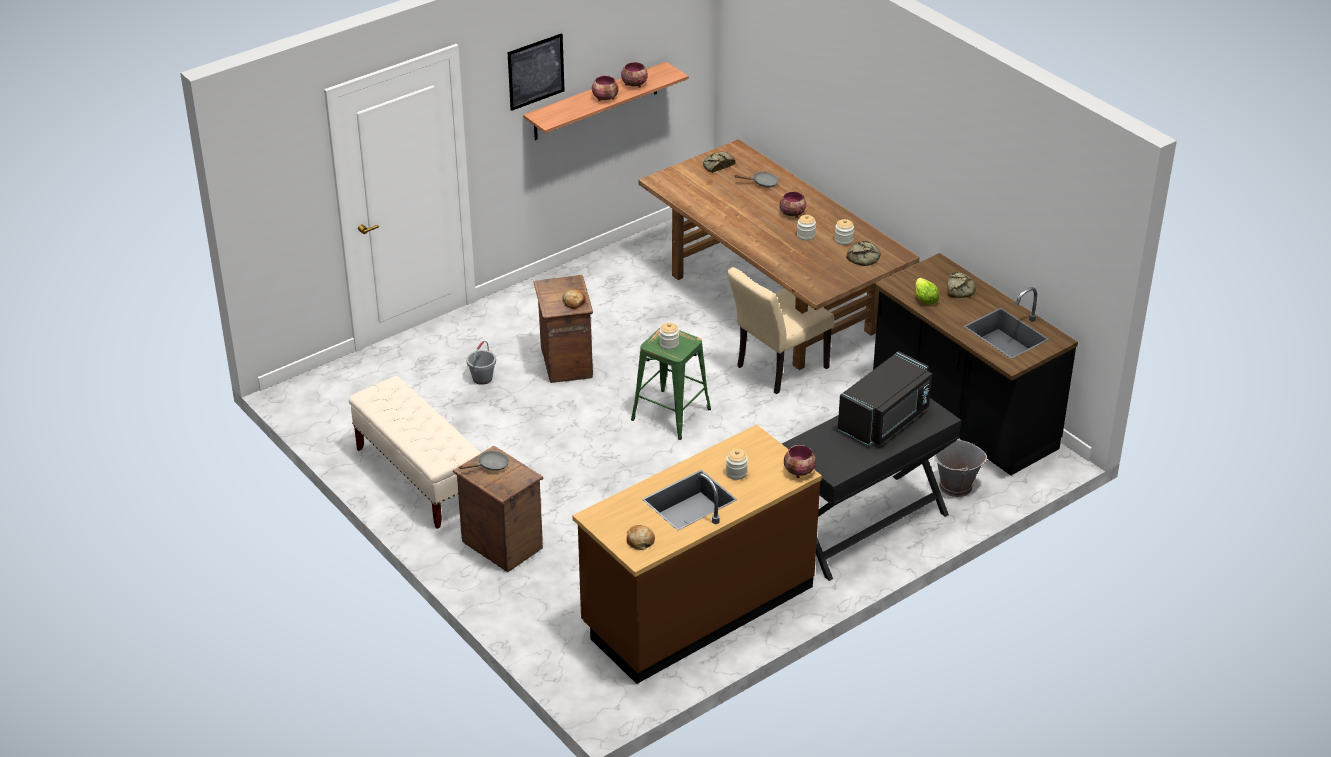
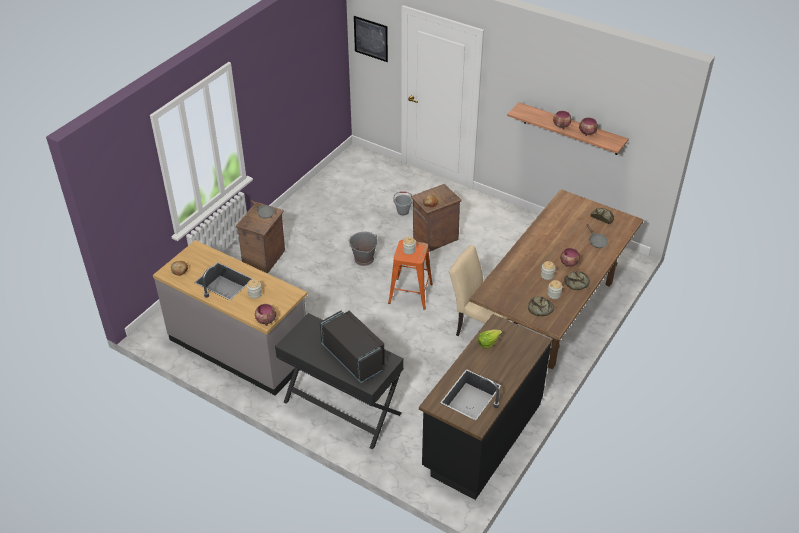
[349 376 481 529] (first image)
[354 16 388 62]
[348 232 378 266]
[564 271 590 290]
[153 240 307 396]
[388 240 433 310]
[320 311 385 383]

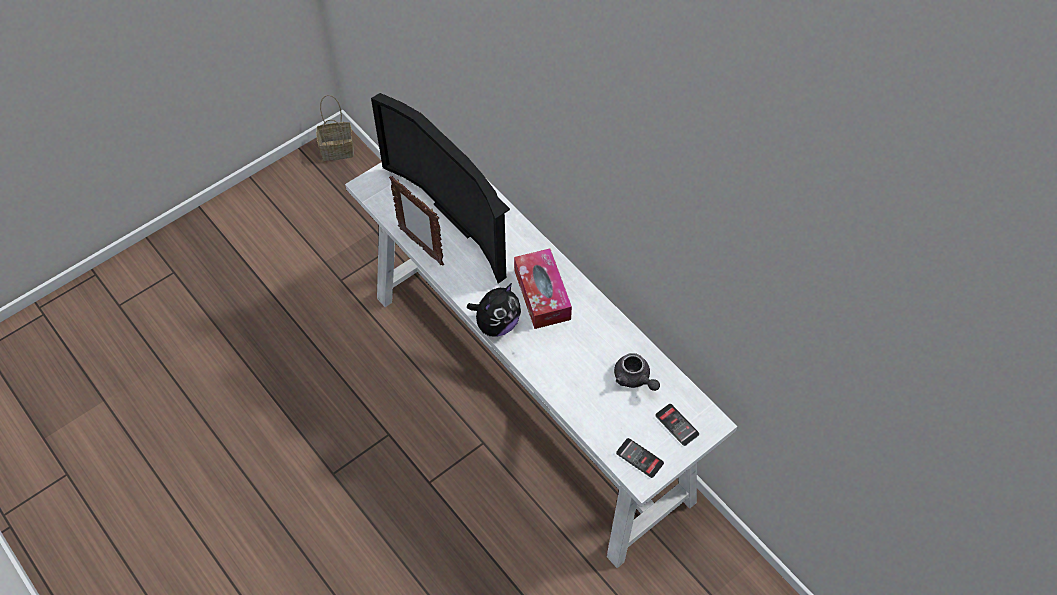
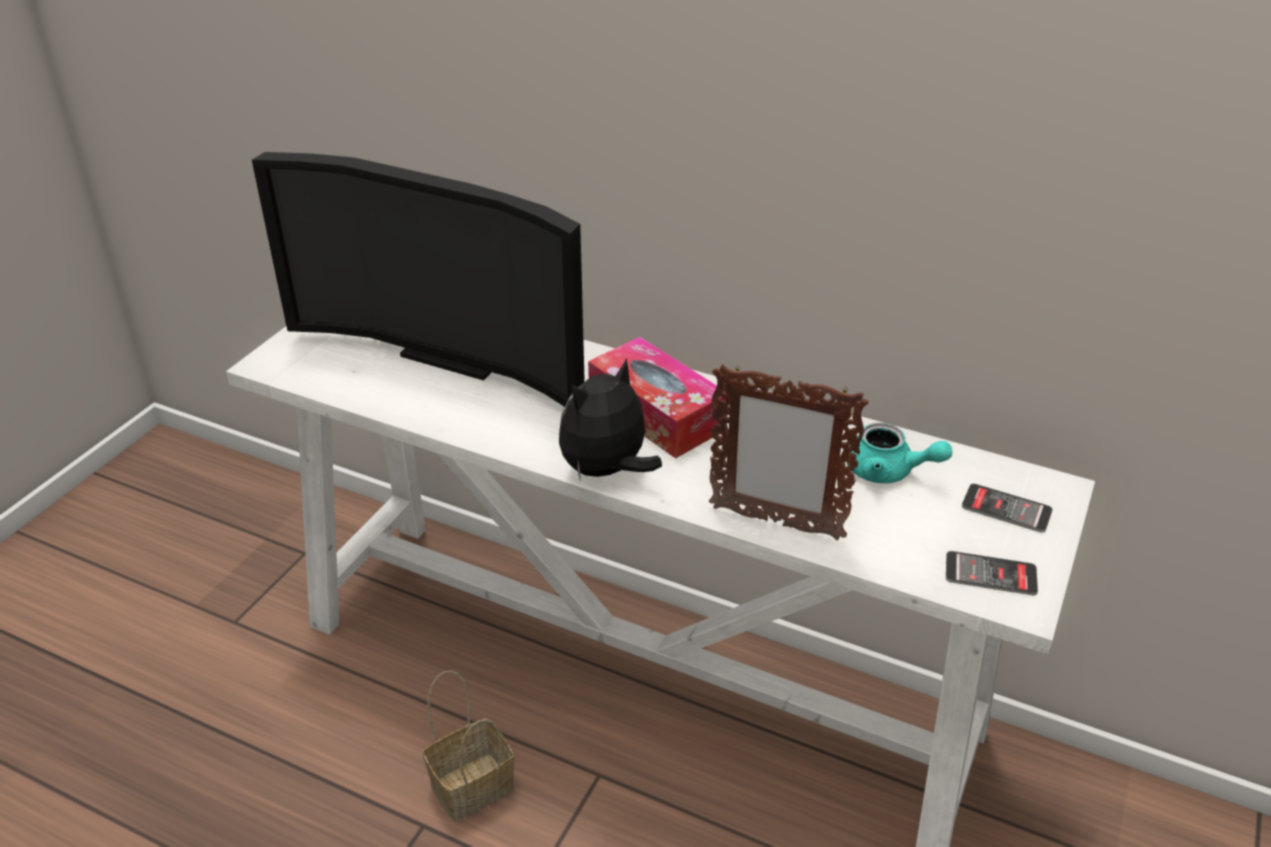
[423 670 514 822]
[709 364 869 540]
[847 423 952 483]
[559 358 662 478]

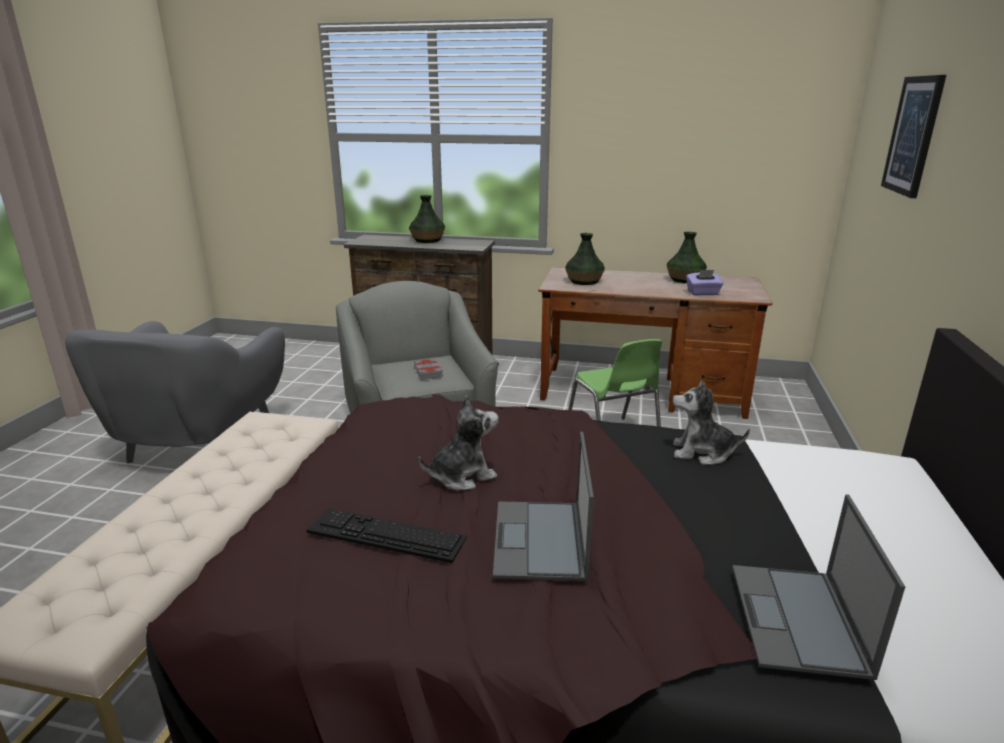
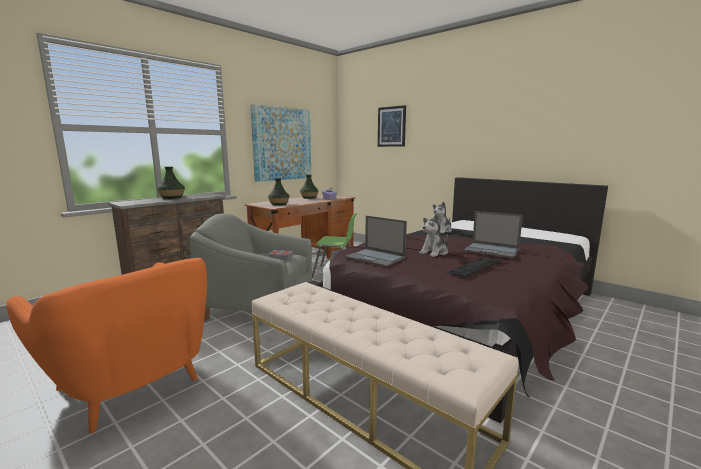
[250 104 311 182]
[345 216 407 267]
[6 258 207 433]
[419 214 448 257]

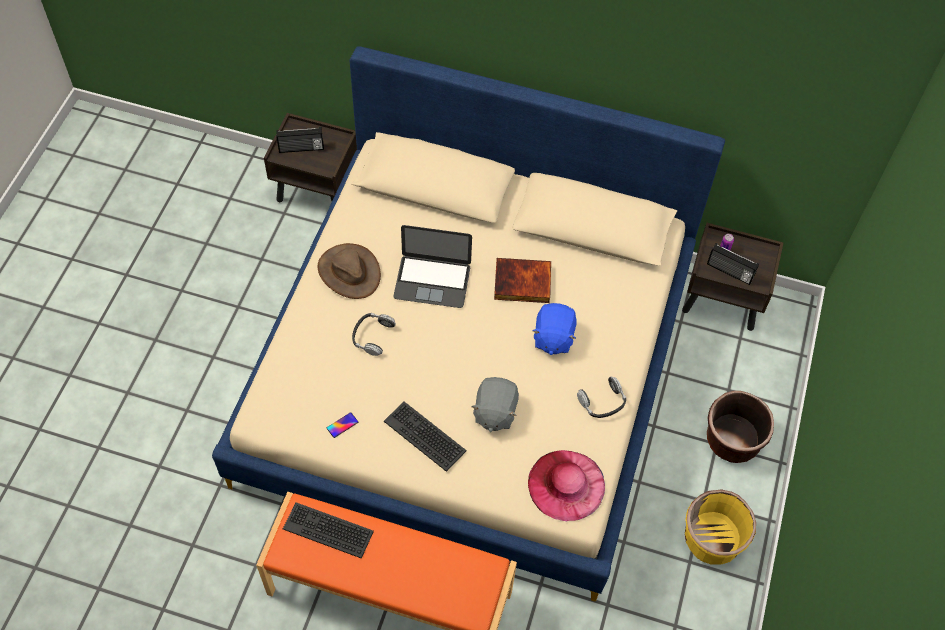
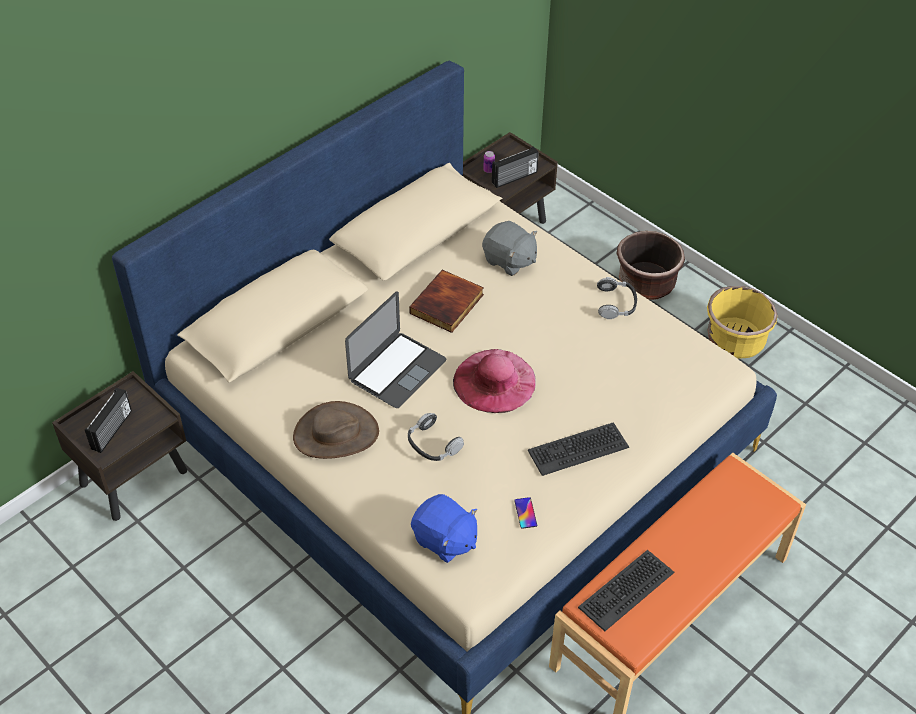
[482 221 537 276]
[453 349 536 413]
[411 494 477 563]

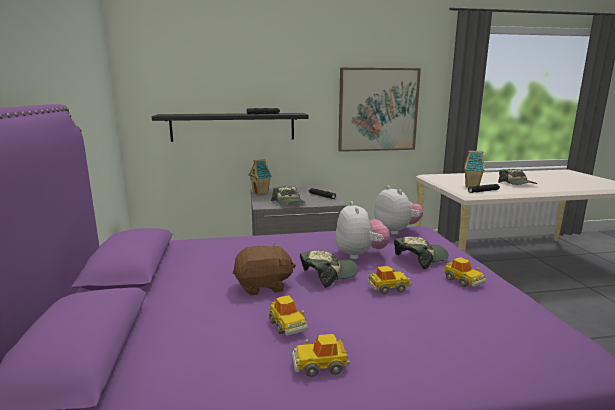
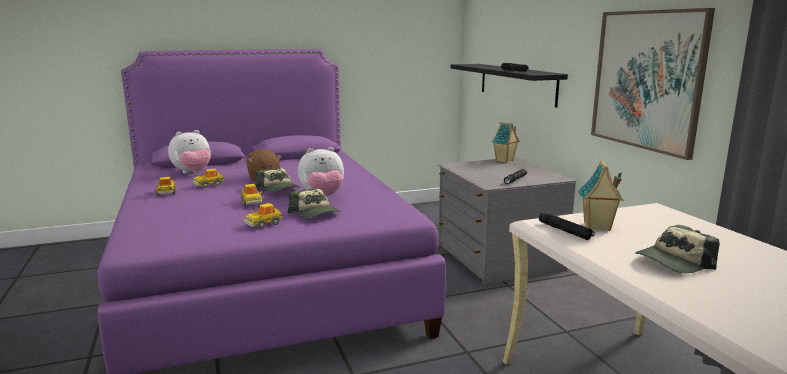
[271 186 305 204] (first image)
[168 130 211 174]

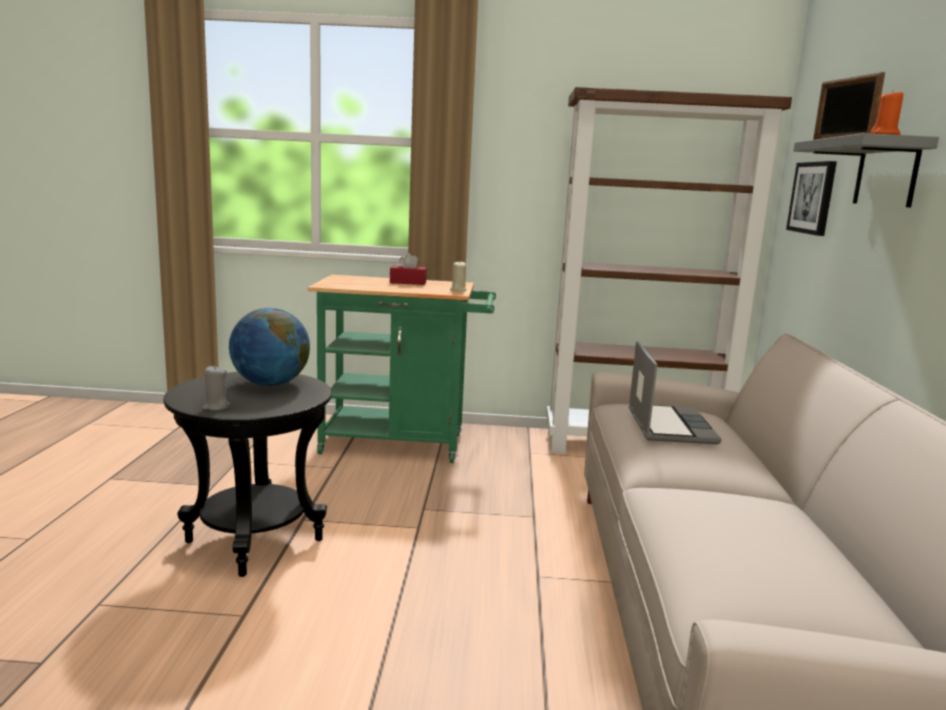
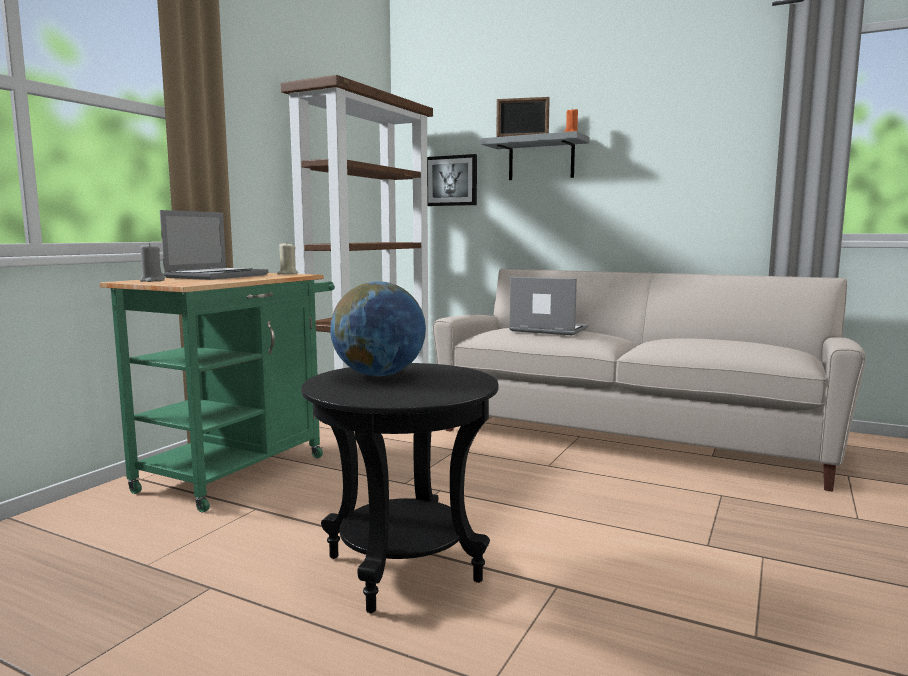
[140 243 165 282]
[160 210 268 280]

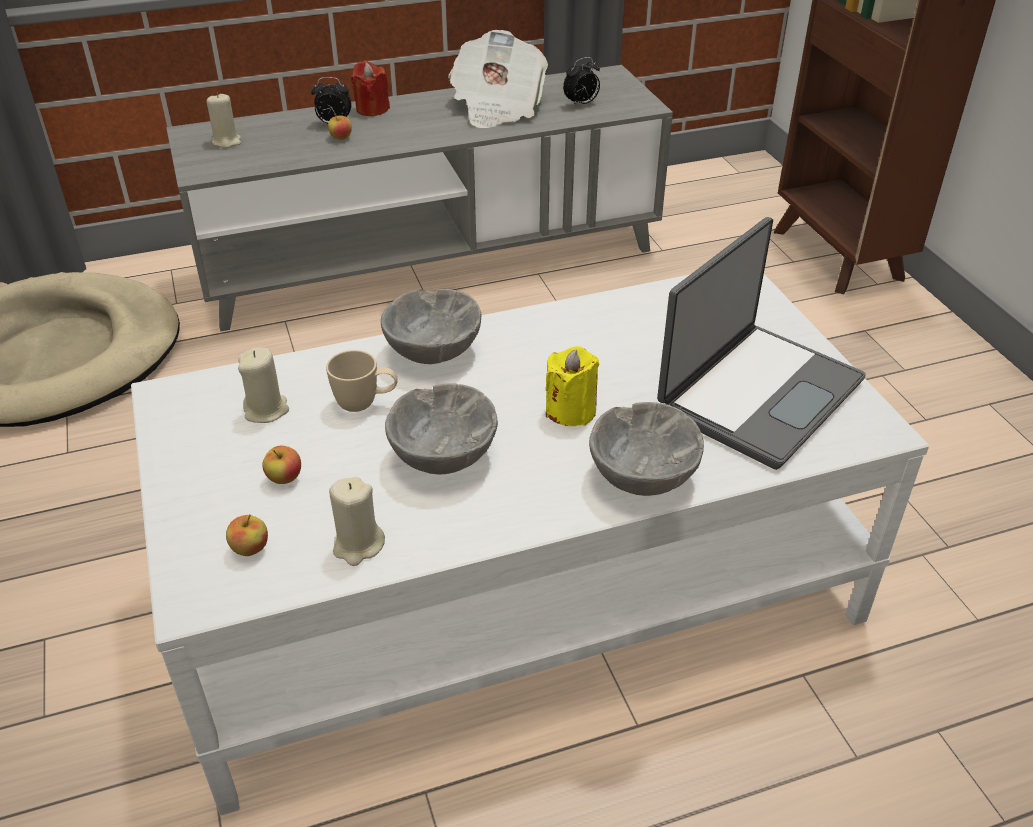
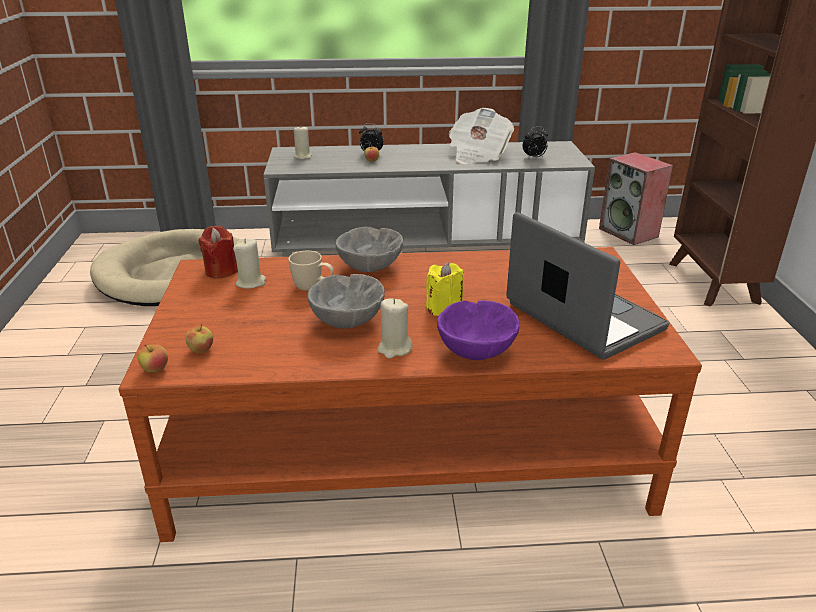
[599 152 673 245]
[138 344 168 372]
[377 298 413 359]
[198 226 238 279]
[119 247 702 542]
[437 300 519 360]
[506 212 669 360]

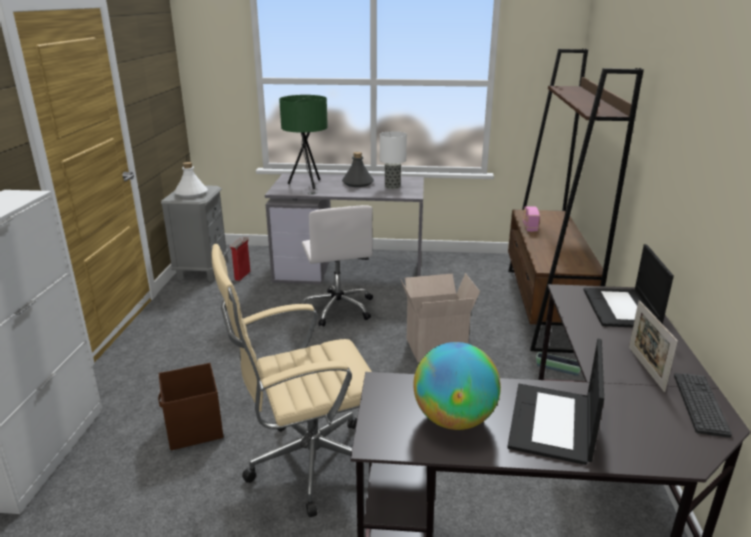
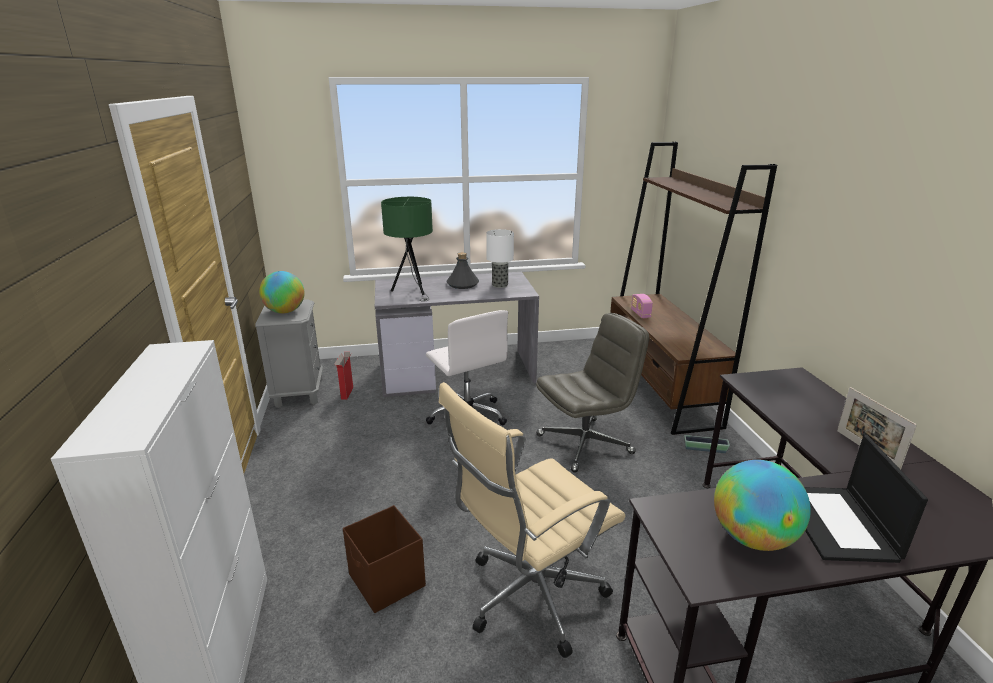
[584 244 674 327] (first image)
[674 373 732 438] (first image)
[259 271 304 314]
[536 313 649 473]

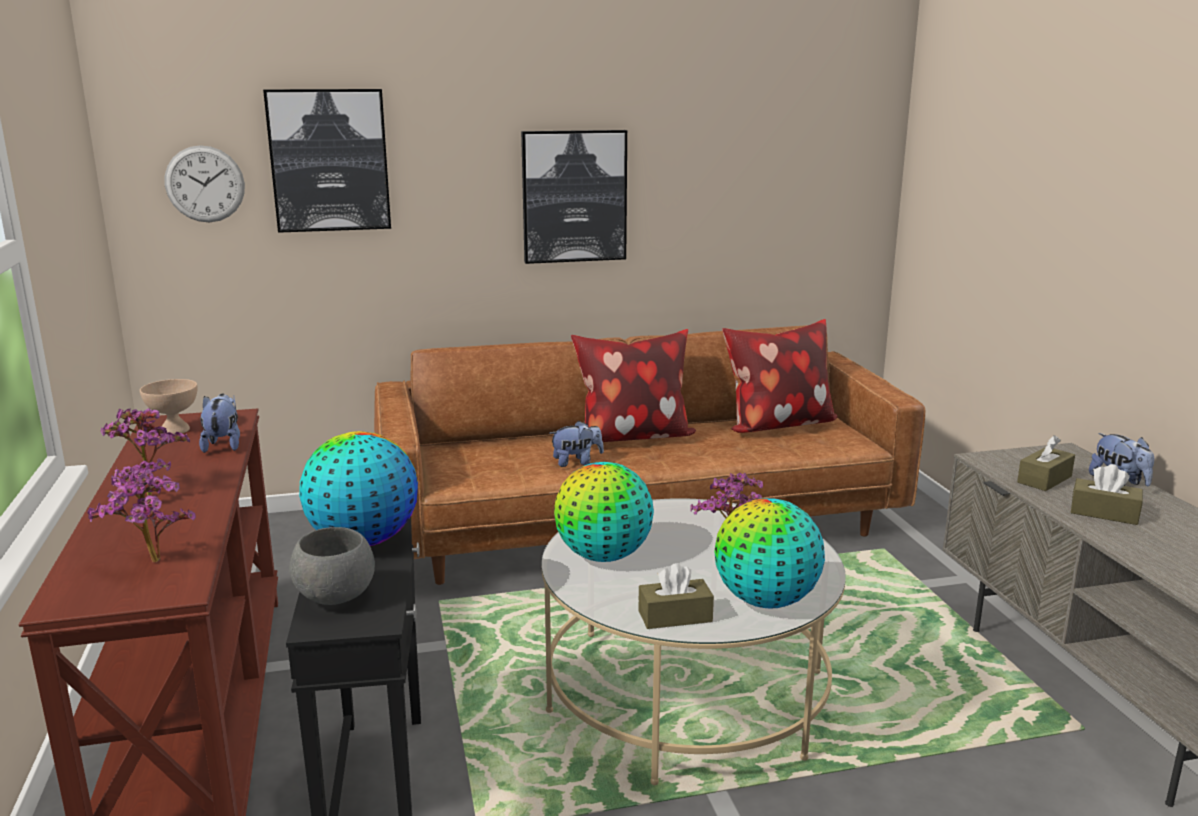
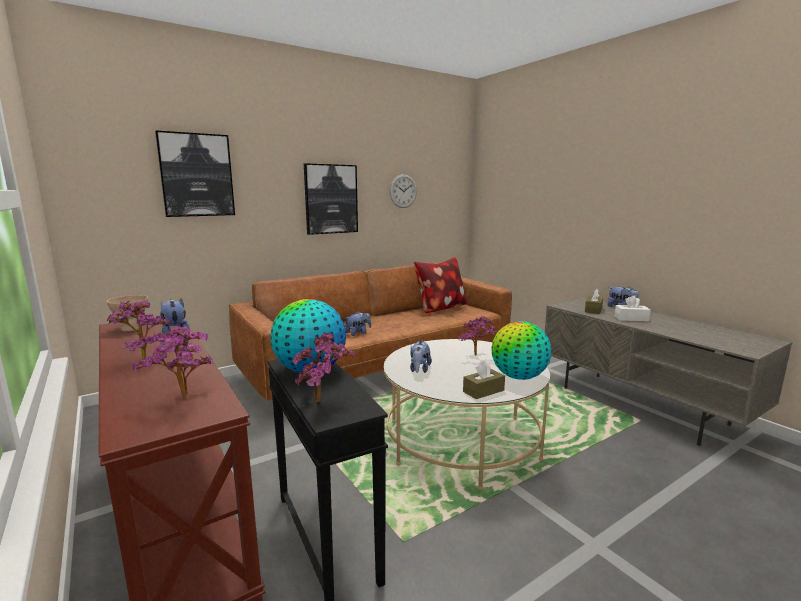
[571 329 696 442] (first image)
[389 174 417 208]
[293 332 354 402]
[410 340 432 373]
[615 296 651 322]

